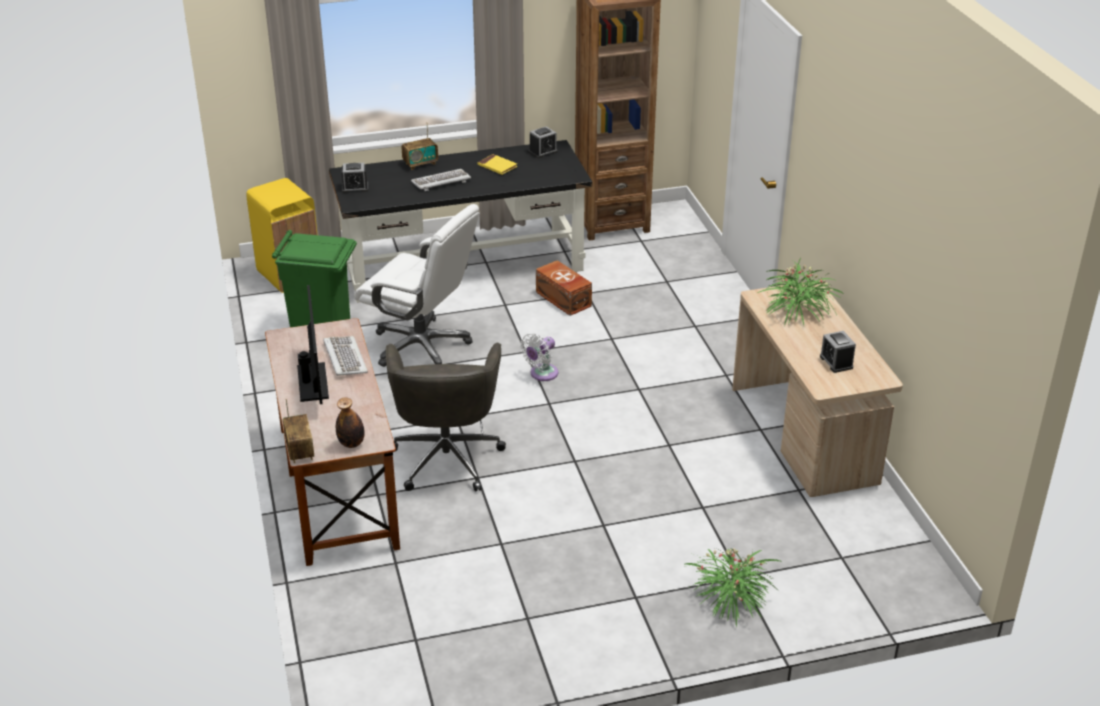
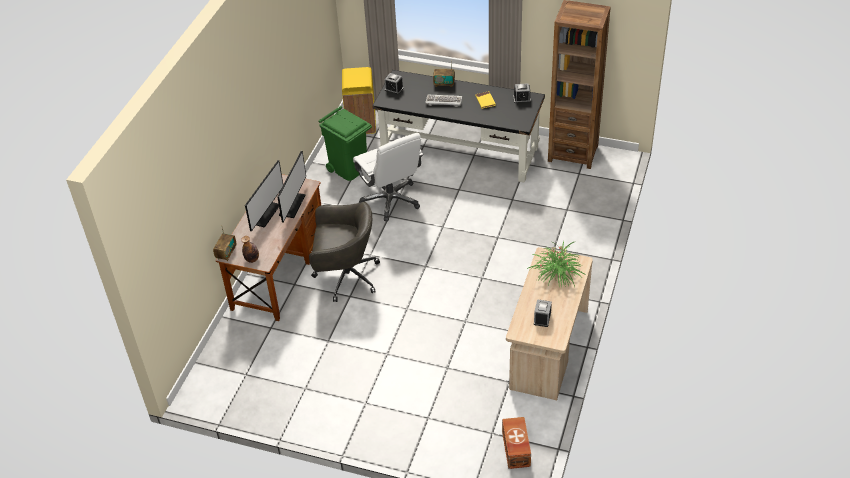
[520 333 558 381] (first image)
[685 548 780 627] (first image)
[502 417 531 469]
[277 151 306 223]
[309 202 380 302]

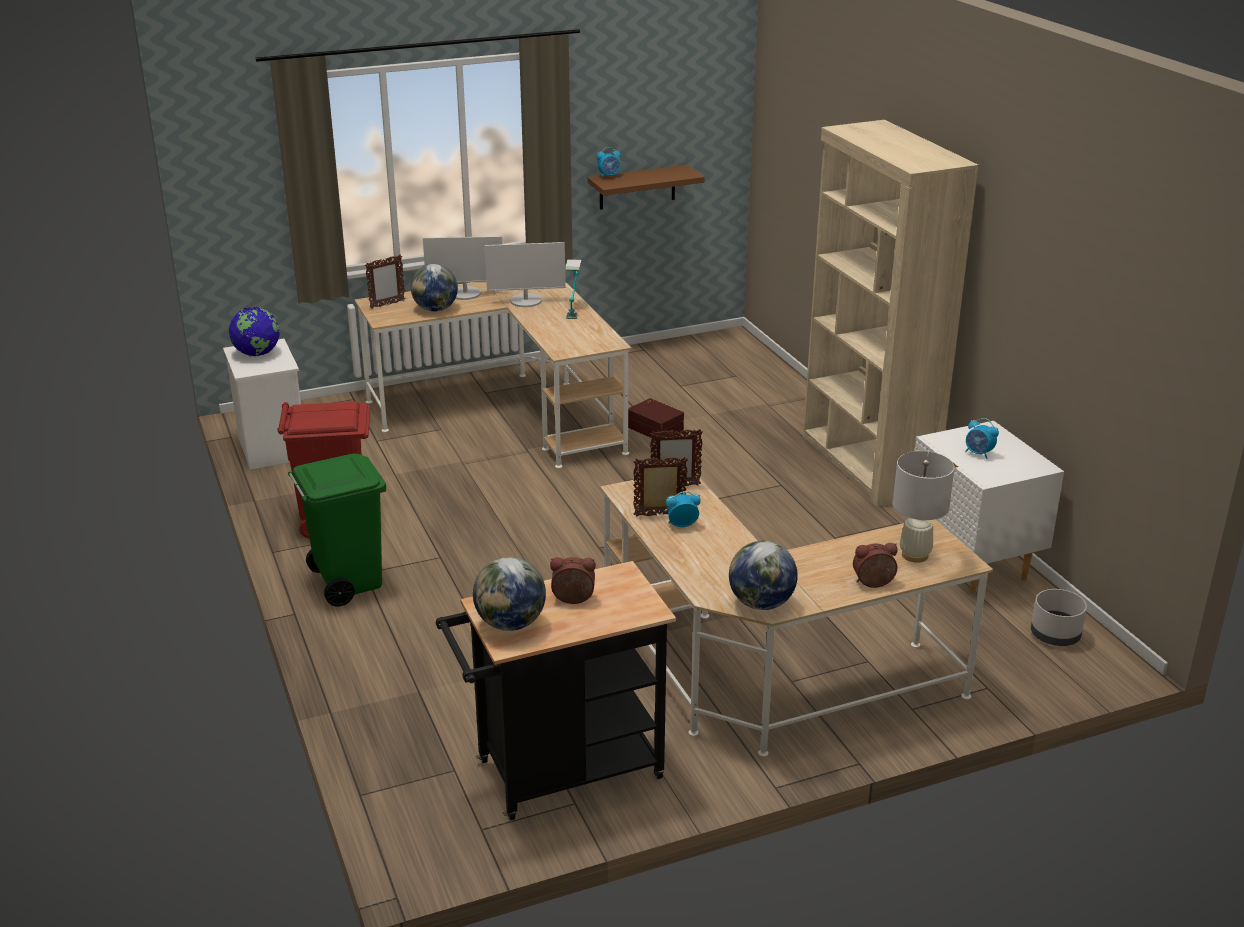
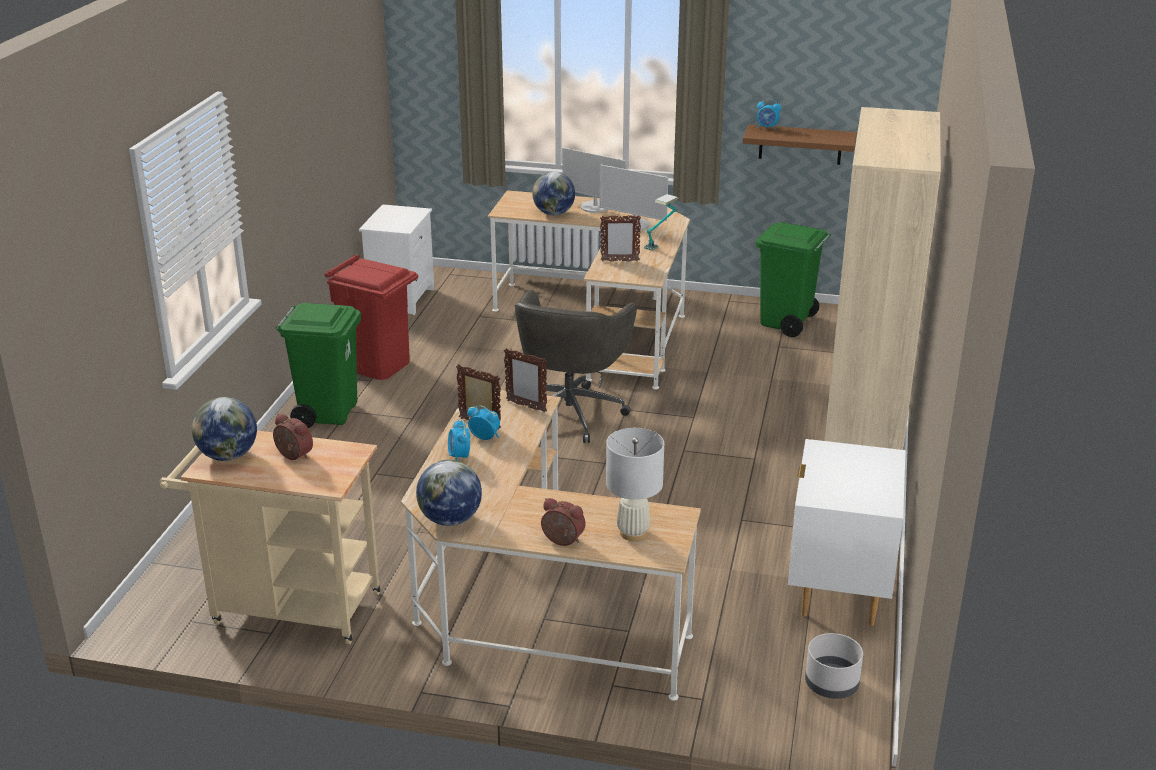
[229 307 280 356] (first image)
[628 398 684 438] (first image)
[514 290 637 443]
[756 222 831 337]
[600 215 641 262]
[448 419 470 461]
[159 431 380 644]

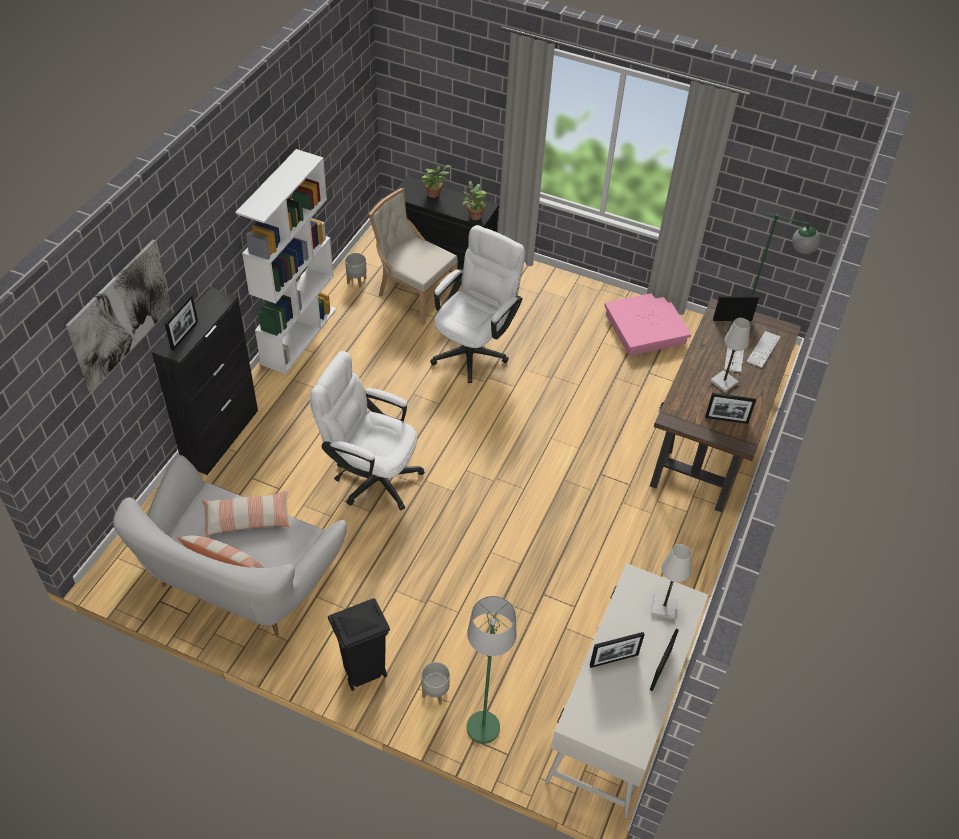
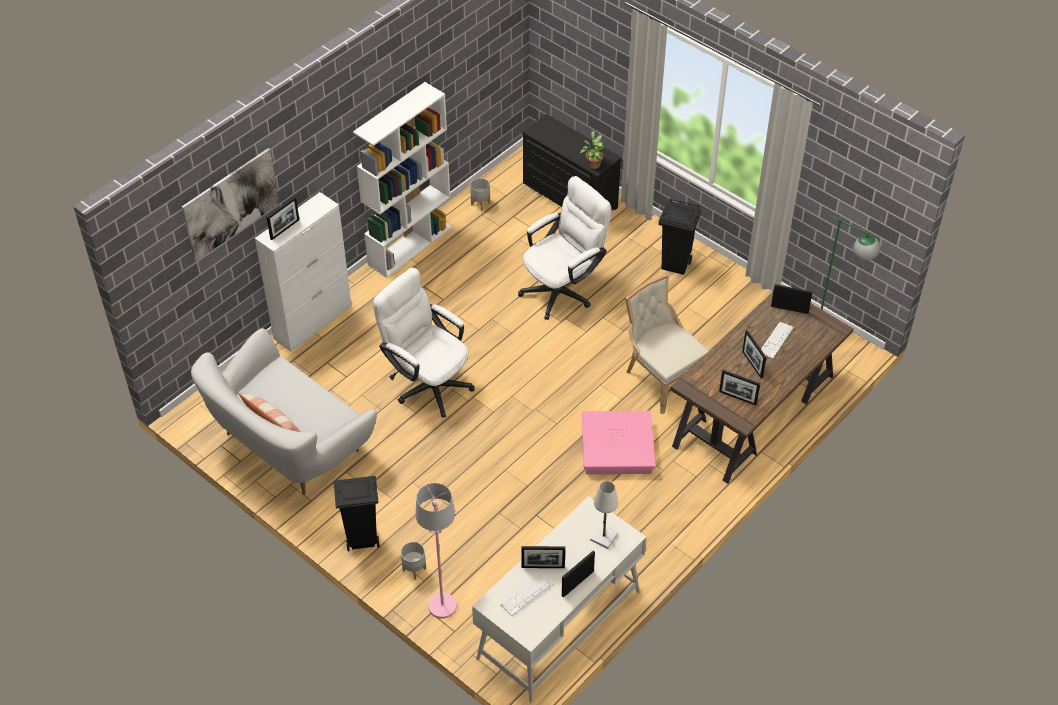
[202 490 292 537] (first image)
[421 165 452 198] (first image)
[658 198 702 275]
[625 274 709 415]
[582 411 655 474]
[500 573 554 616]
[742 330 767 378]
[255 192 352 352]
[415 483 457 618]

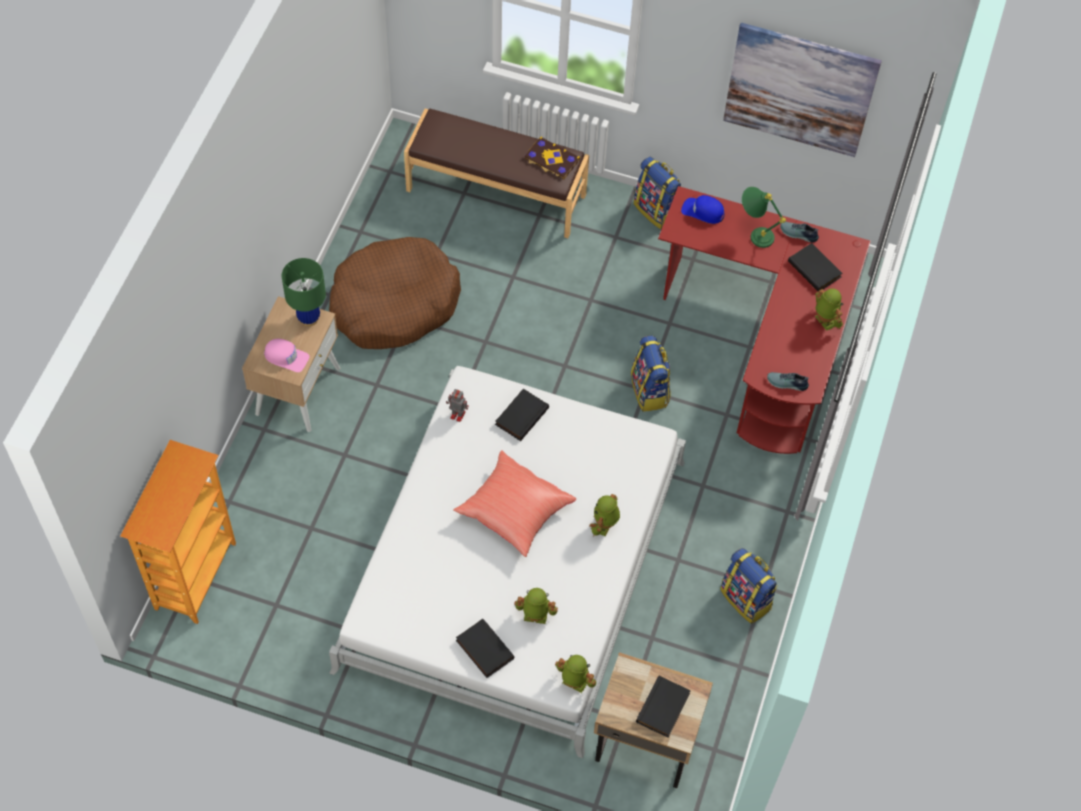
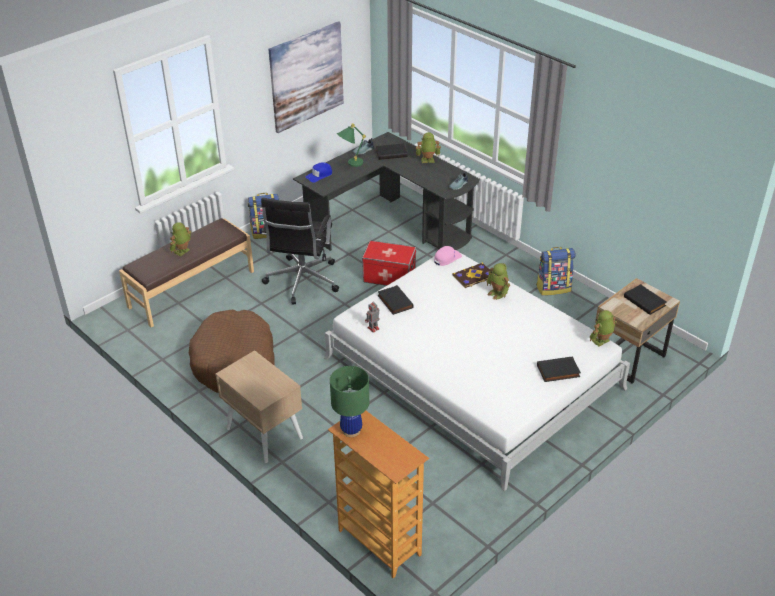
[453 450 576 557] (first image)
[261 198 339 305]
[434 246 462 266]
[330 366 369 437]
[170 222 191 256]
[453 262 490 288]
[362 240 416 286]
[293 132 480 251]

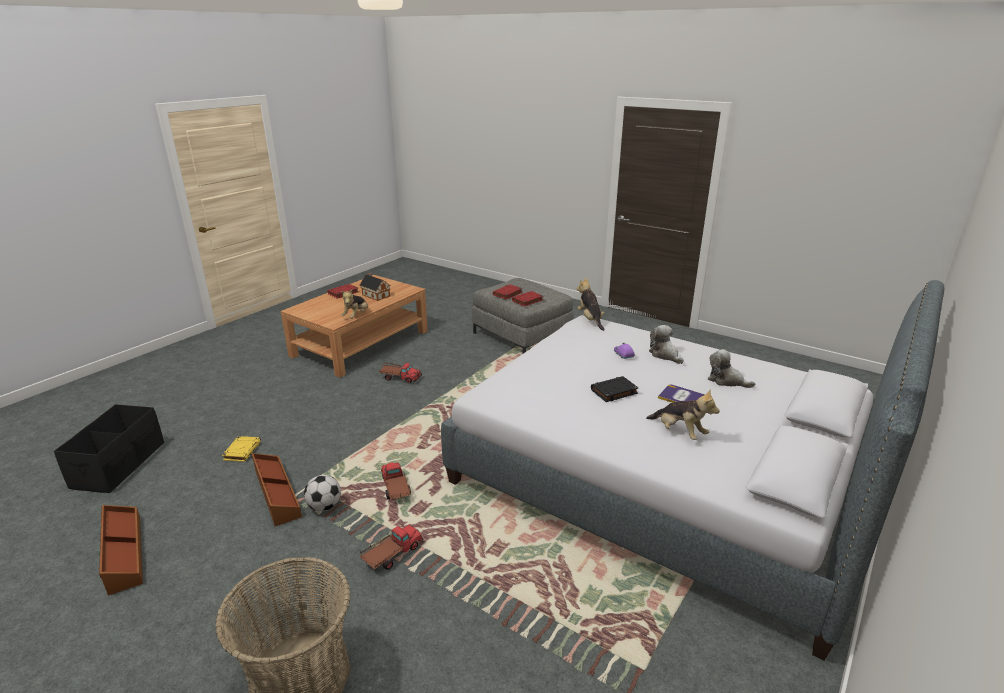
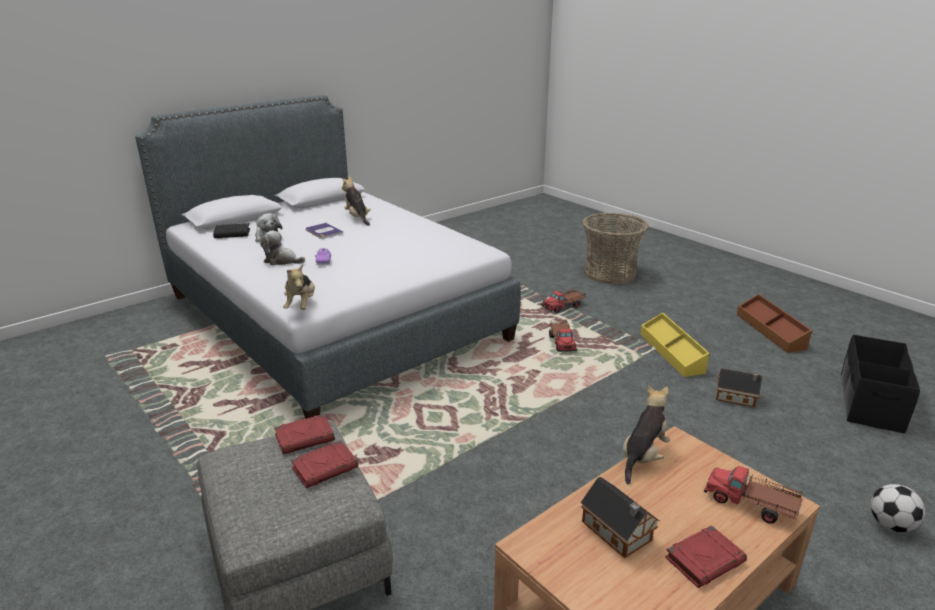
[871 484 925 532]
[703 466 803 524]
[213 223 250 238]
[716 368 762 407]
[640 313 710 377]
[260 231 305 265]

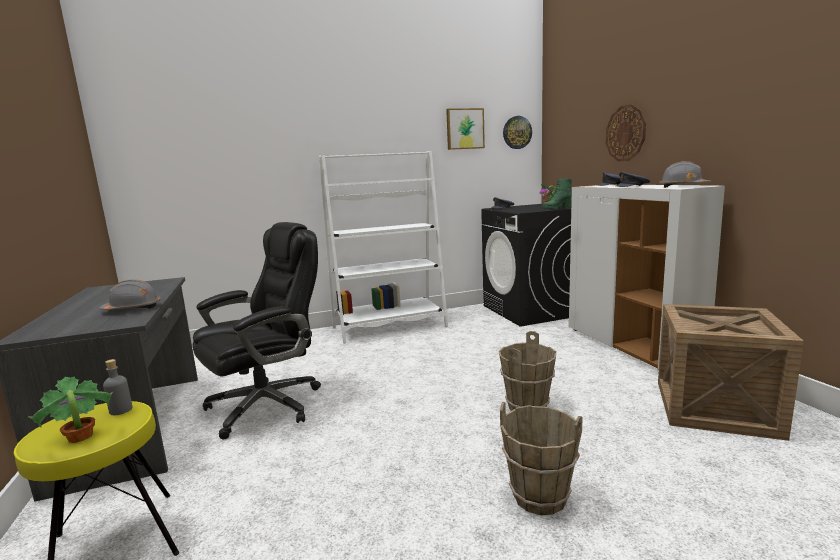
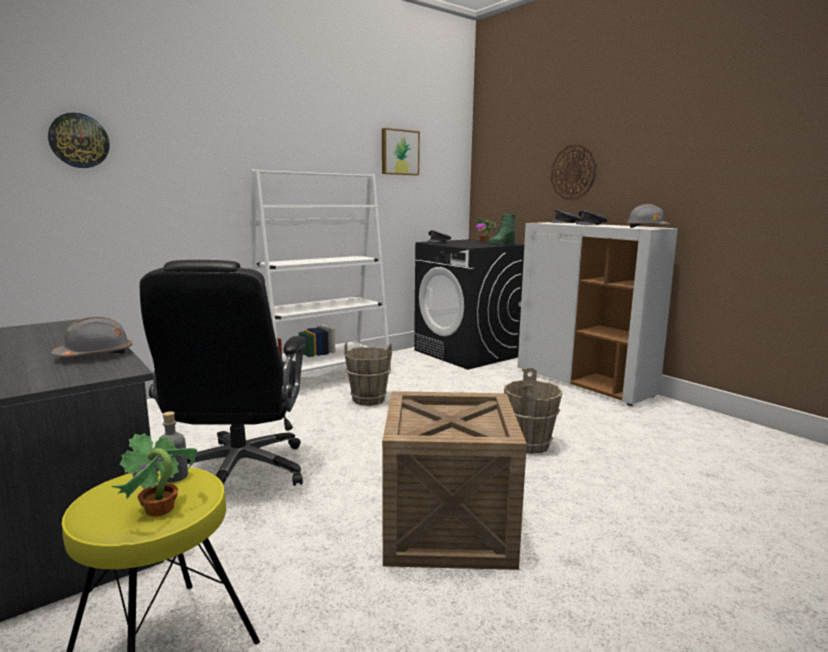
[344 341 392 406]
[48 112 110 168]
[382 391 527 570]
[140 260 307 486]

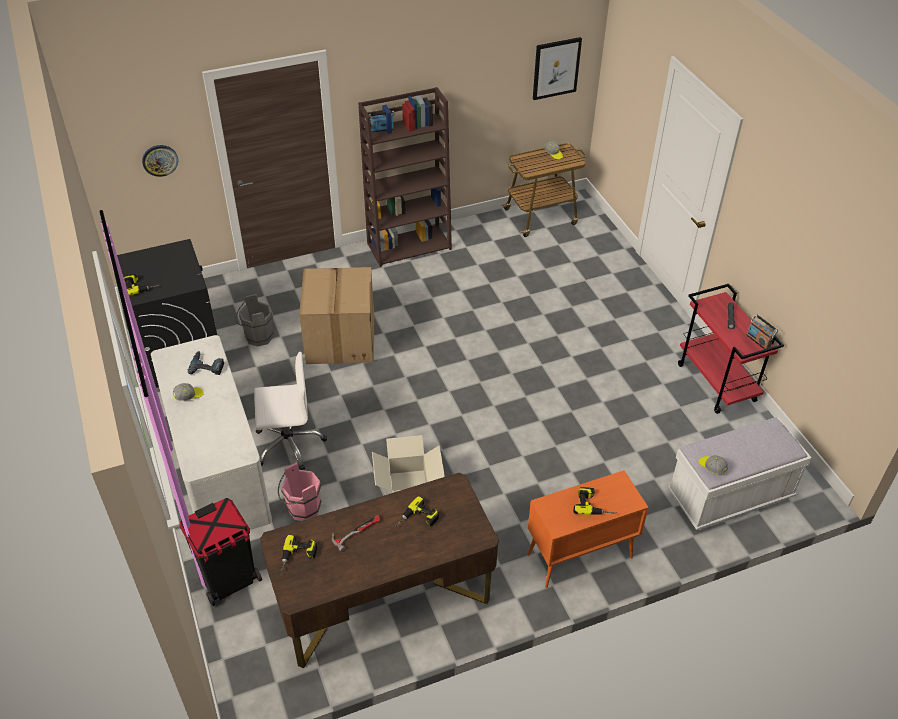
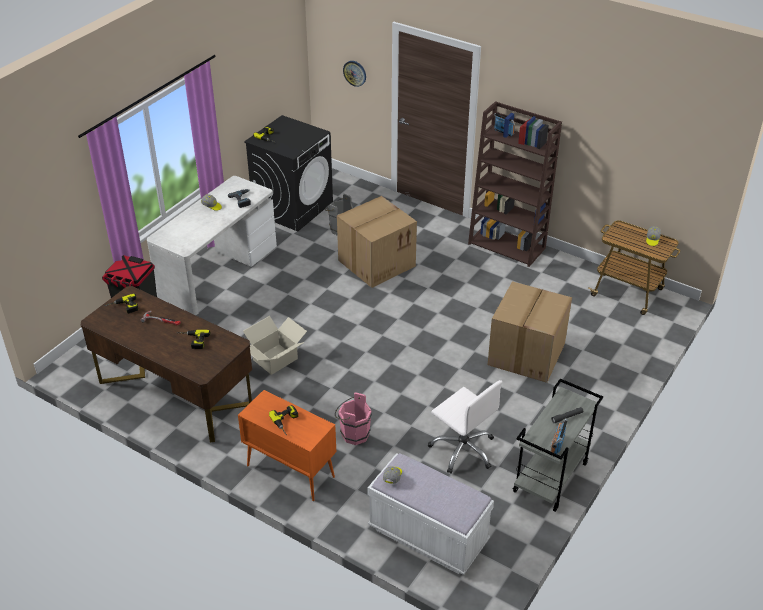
[533 37 582 100] (first image)
[488 281 572 383]
[428 380 502 474]
[335 392 372 445]
[513 379 603 512]

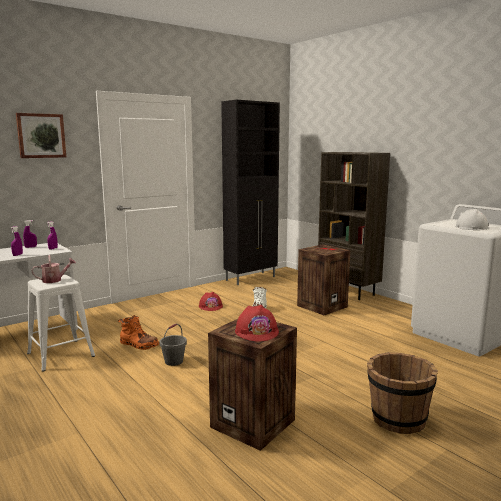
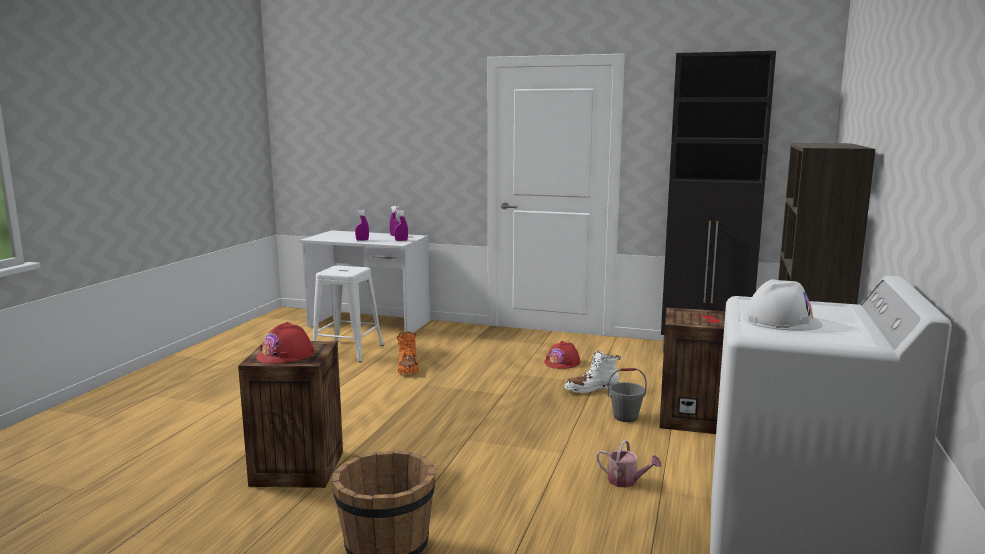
[16 113 66 158] (first image)
[596 440 662 488]
[608 368 647 422]

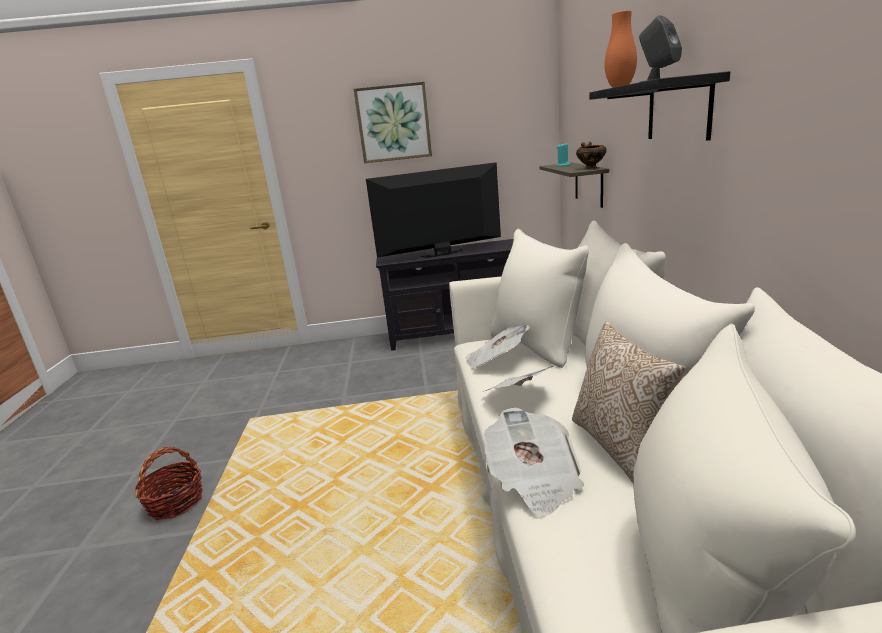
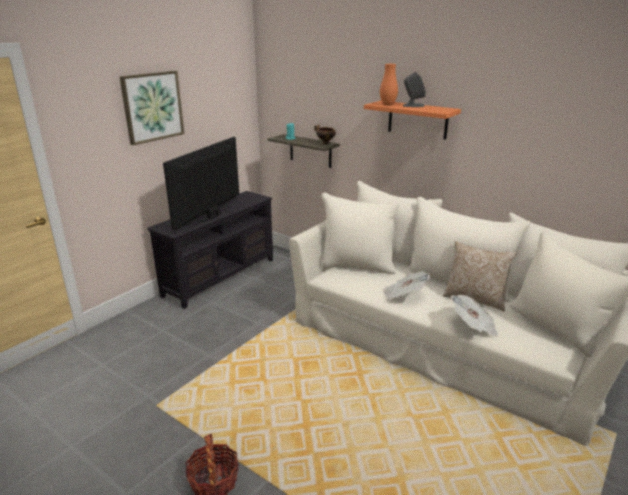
[465 325 530 369] (first image)
[364 101 461 140]

